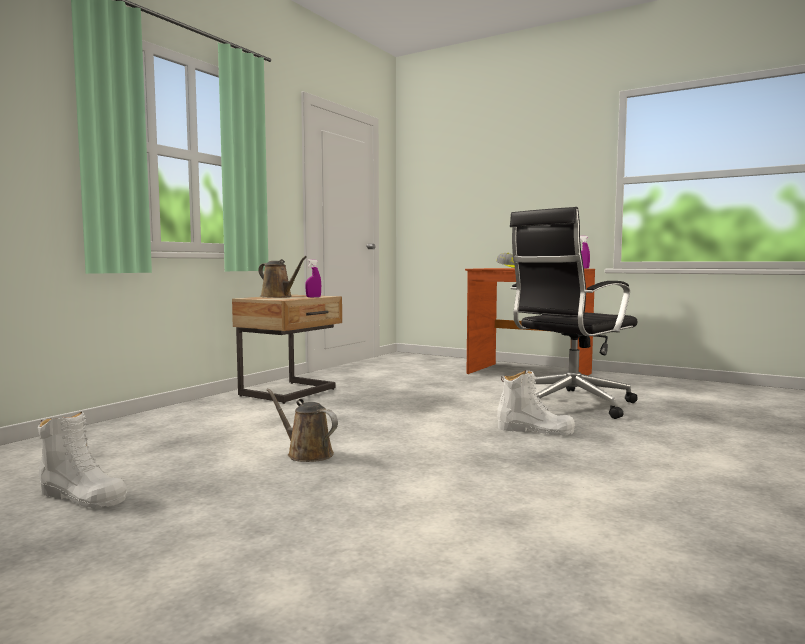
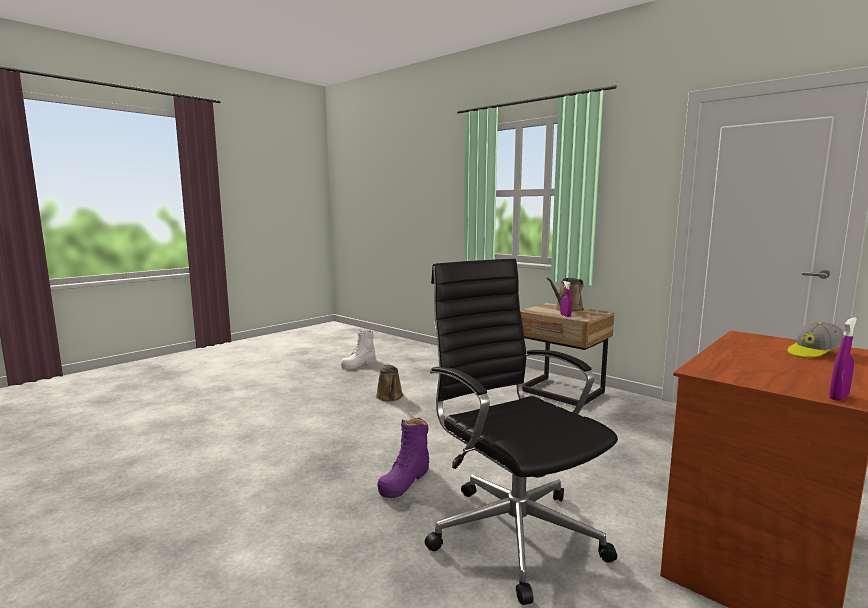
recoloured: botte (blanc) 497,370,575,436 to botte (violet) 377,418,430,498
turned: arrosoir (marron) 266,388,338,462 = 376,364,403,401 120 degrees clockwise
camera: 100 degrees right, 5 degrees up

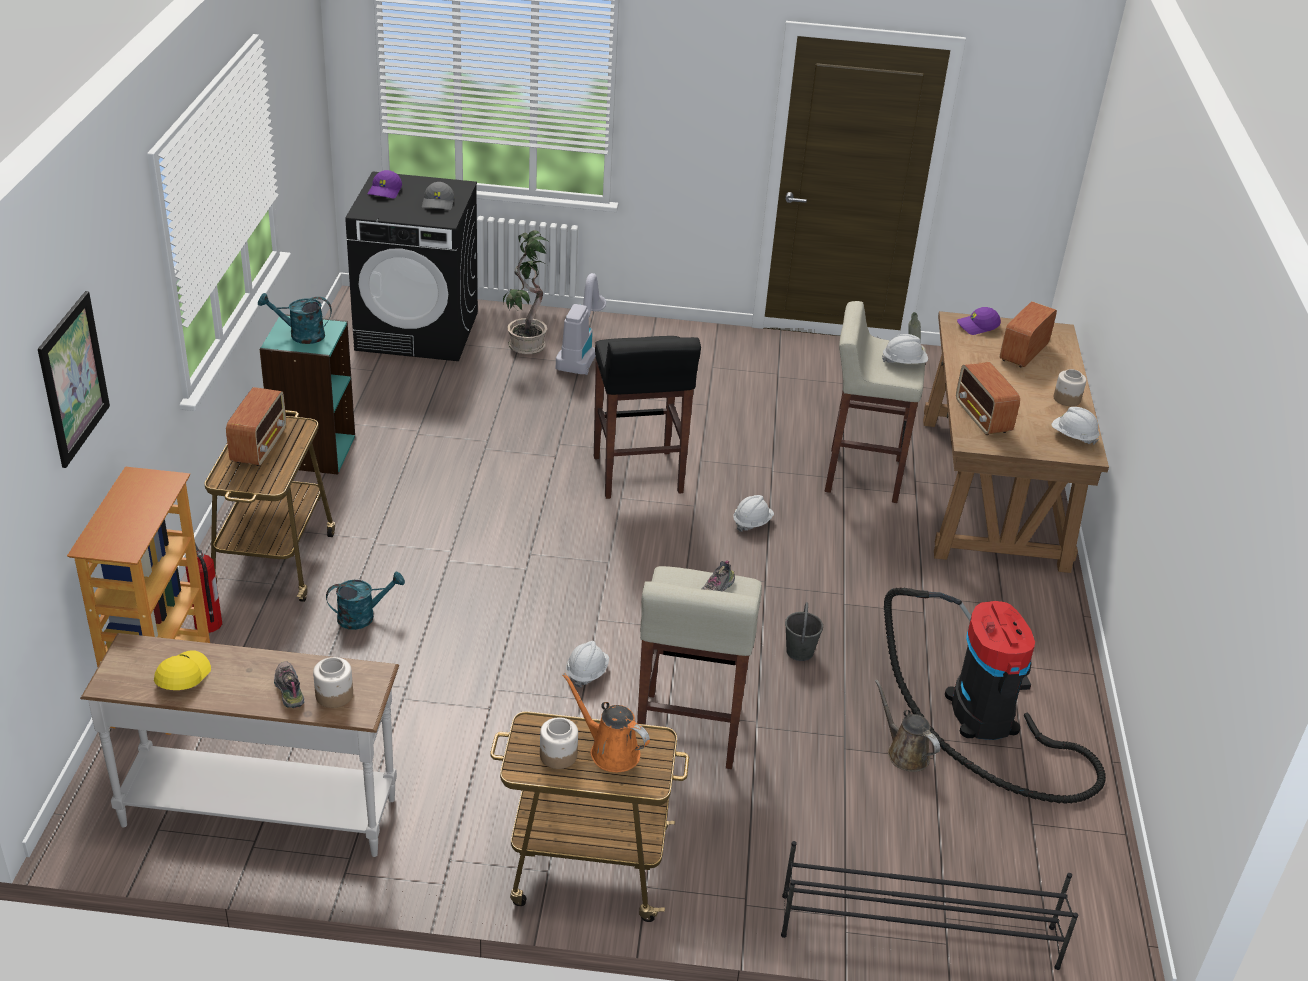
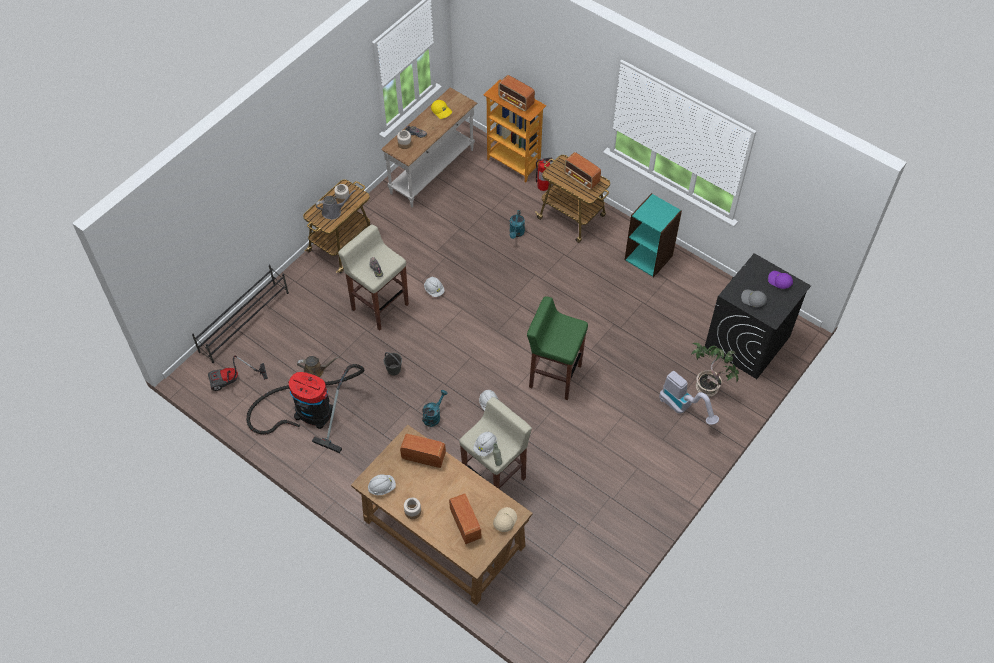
removed: tableau 38,291,110,468
added: aspirateur 208,356,268,391; radio 498,75,535,111
moved: arrosoir (turquoise) 258,293,332,344 to 422,390,448,427
recoloured: arrosoir (orange) 562,673,650,772 to arrosoir (gris) 315,190,356,220; tabouret (noir) 594,336,701,499 to tabouret (vert) 527,296,588,400; casquette (violet) 957,307,1001,335 to casquette (beige) 493,507,517,532
camera: 125 degrees right, 20 degrees up

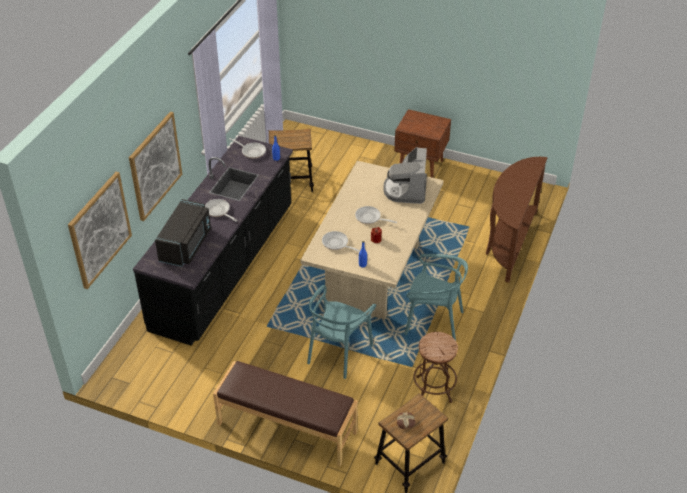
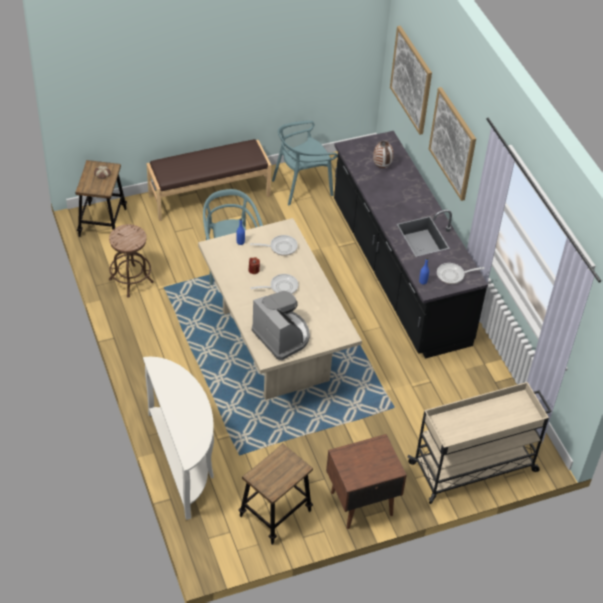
removed: poêle 205,199,237,222
added: chariot (beige) 408,382,552,504
moved: tabouret 269,129,314,192 to 238,443,313,545; chaise (turquoise) 404,254,468,340 to 272,121,338,205
replaced: micro-ondes (noir) 155,199,211,267 to vase 373,140,393,168
recoloured: table console (marron) 486,157,548,282 to table console (blanc) 143,357,214,520
camera: 135 degrees right, 5 degrees up

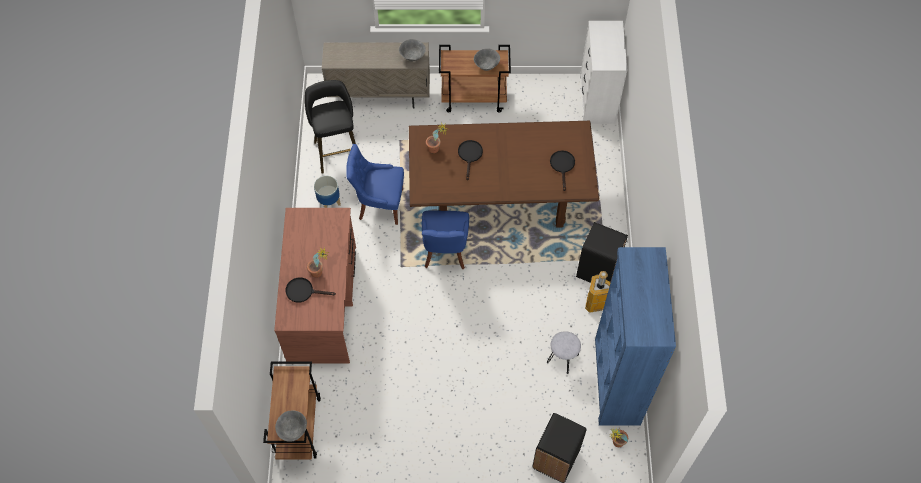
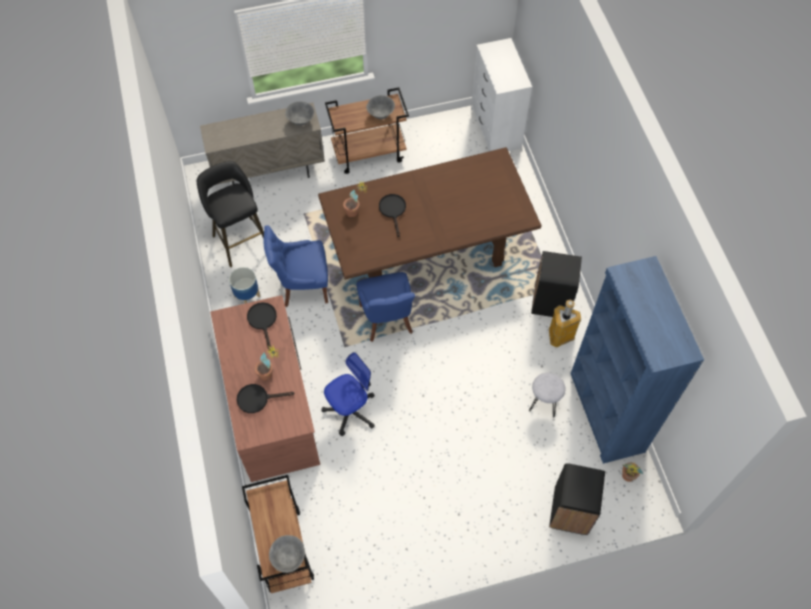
added: chaise de bureau 321,352,375,436
moved: poêle (noir) 550,150,575,191 to 247,302,277,351
camera: 15 degrees left, 0 degrees up

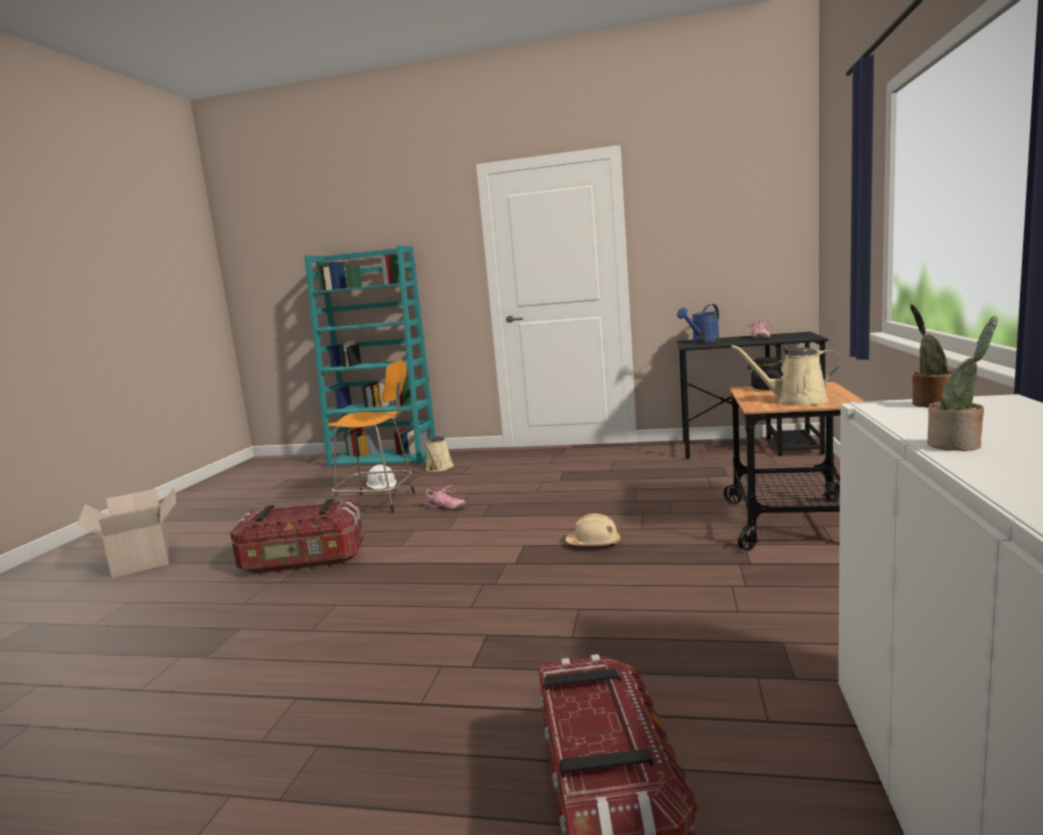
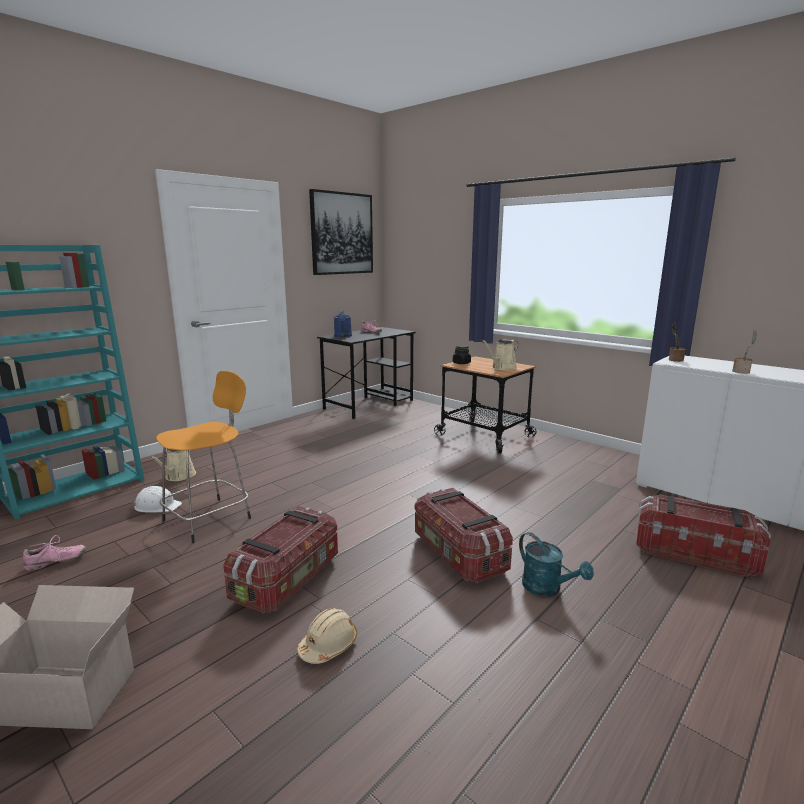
added: tableau 309,189,373,275; boîte de rangement 415,488,513,583; arrosoir (turquoise) 519,532,594,597
moved: chaussure (rose) 425,485,466,511 to 23,535,86,571; casque de chantier (beige) 565,513,621,546 to 297,608,357,664
turned: arrosoir (beige) 423,435,454,472 = 150,449,196,481 60 degrees clockwise
camera: 60 degrees left, 5 degrees up

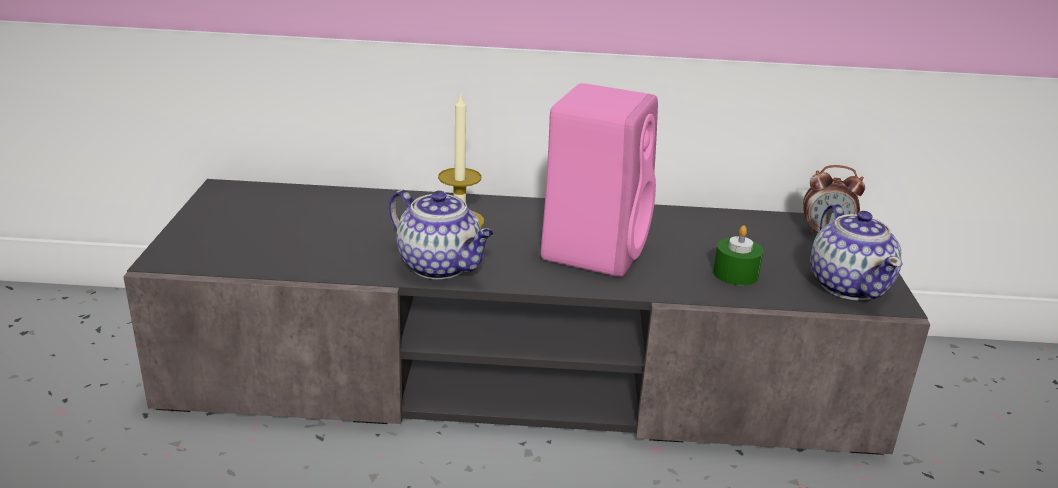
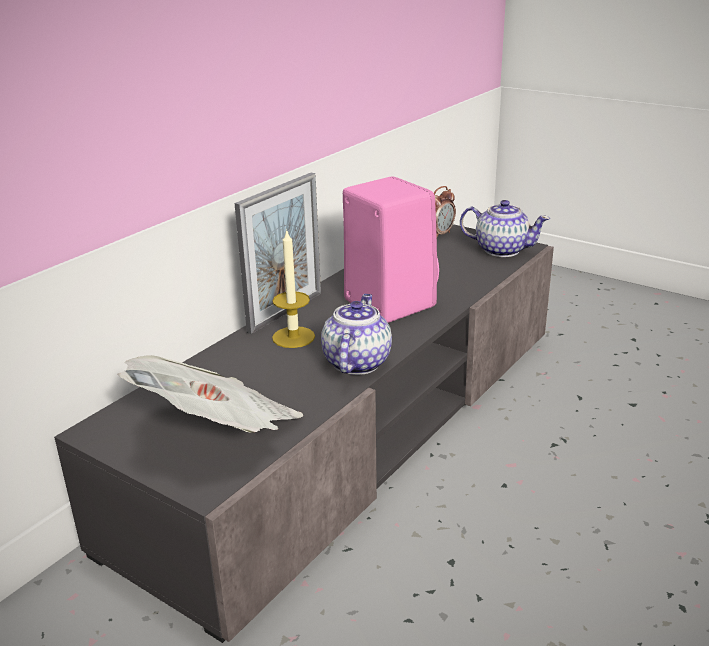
removed: bougie (vert) 713,225,763,285
added: journal 117,355,304,433; cadre photo 235,173,321,334
turned: théière 389,189,494,279 = 321,294,392,375 60 degrees counterclockwise
camera: 55 degrees left, 0 degrees up

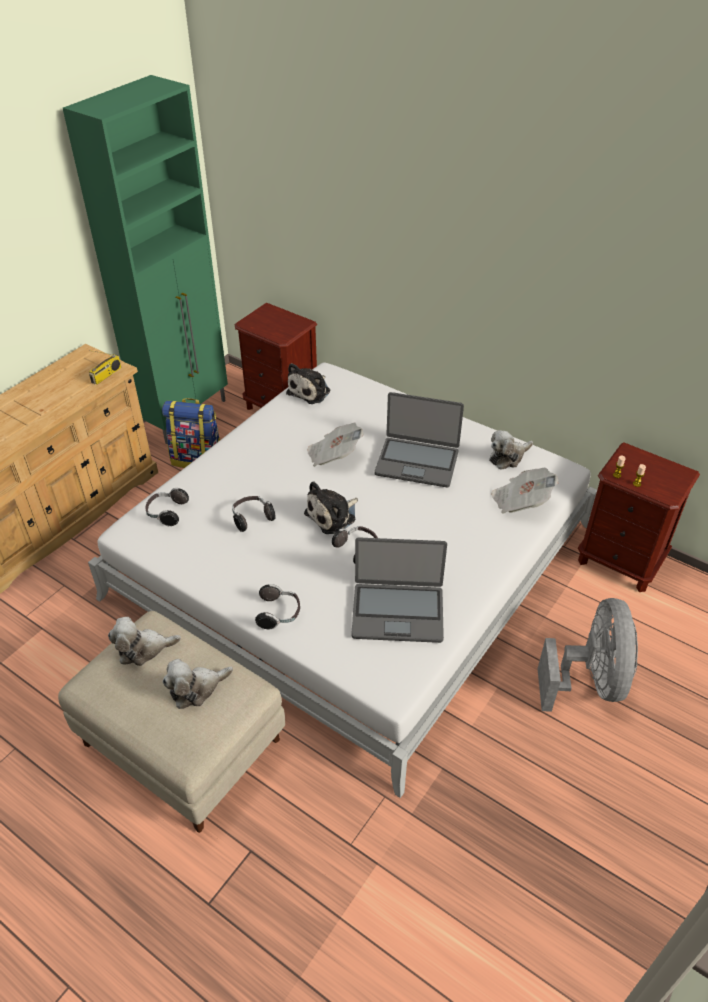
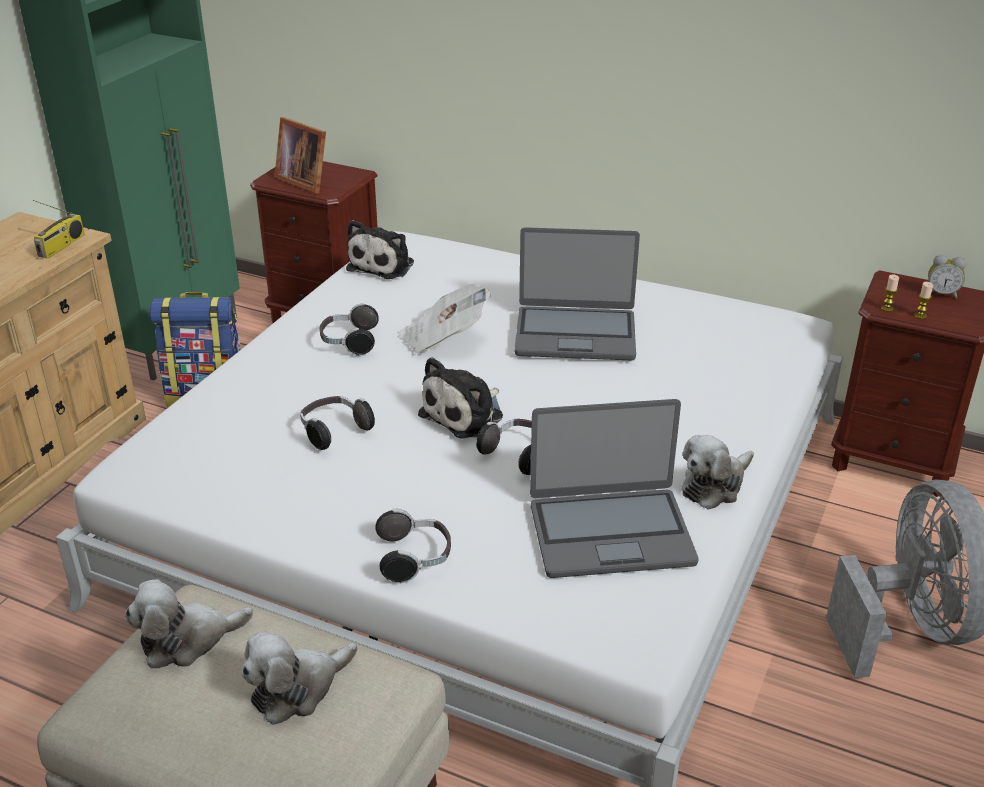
removed: journal 491,468,559,514
added: cadre photo 275,117,326,194; réveil 928,255,966,299
moved: casque audio 146,488,189,527 to 320,303,379,356; peluche 489,430,533,470 to 682,435,754,510
camera: 10 degrees left, 10 degrees down

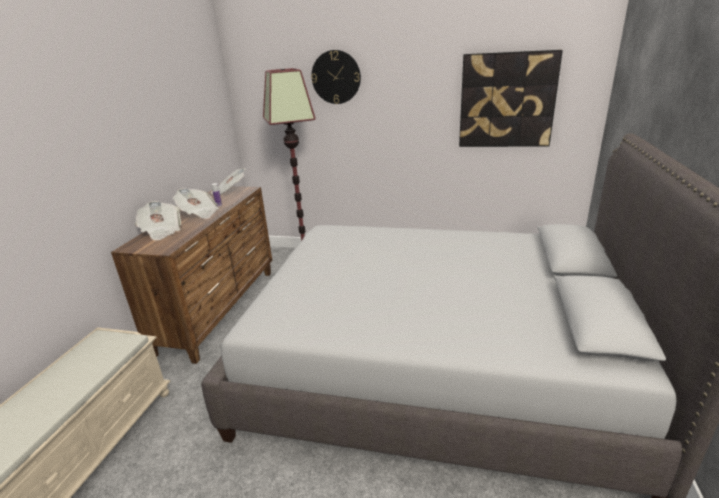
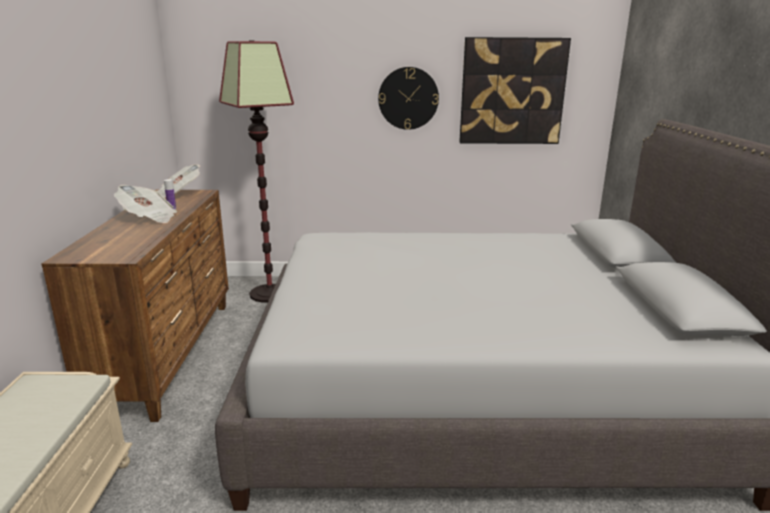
removed: journal 135,201,181,241
moved: horloge murale 311,50,361,104 to 378,67,439,130
camera: 15 degrees left, 5 degrees down

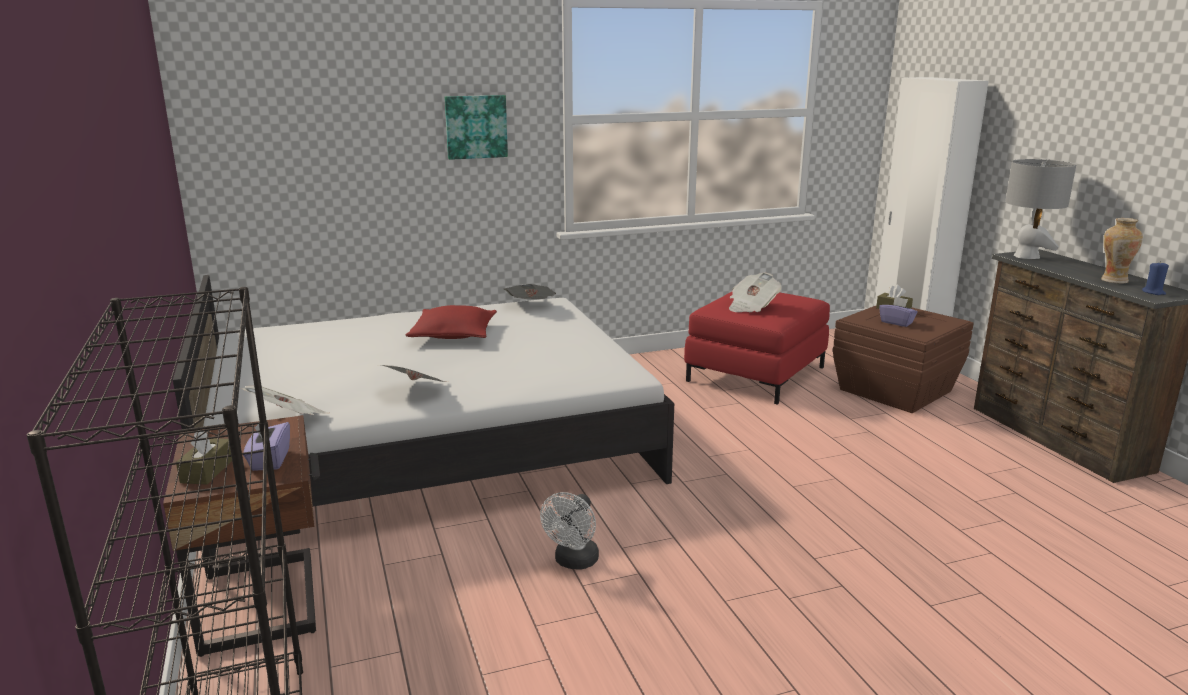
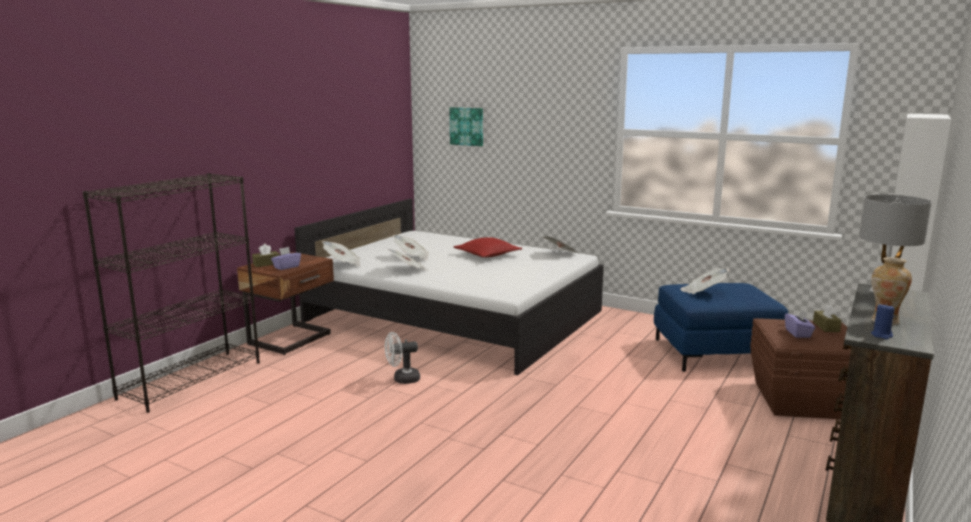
added: journal 393,235,429,260
moved: tableau 444,95,508,160 to 450,107,483,146
recoloured: pouf (rouge) 684,292,830,405 to pouf (bleu) 654,283,788,372
camera: 50 degrees right, 5 degrees down

